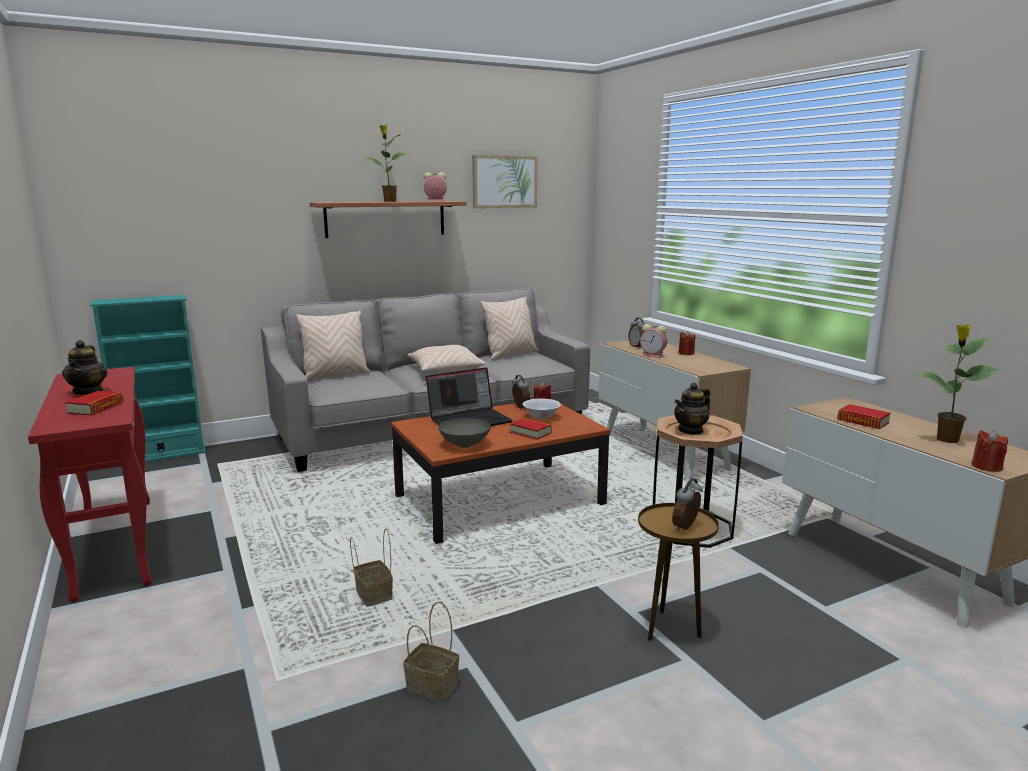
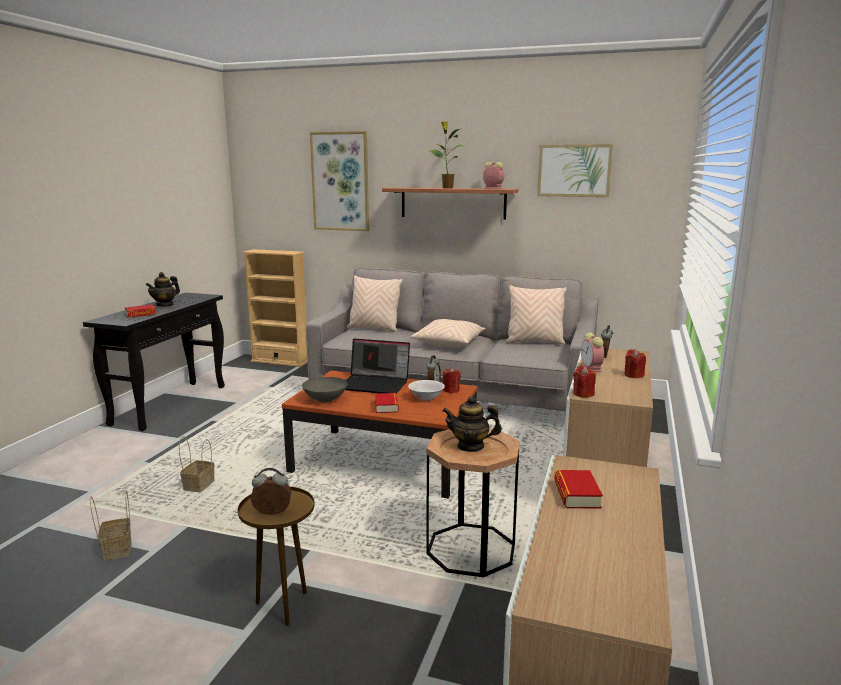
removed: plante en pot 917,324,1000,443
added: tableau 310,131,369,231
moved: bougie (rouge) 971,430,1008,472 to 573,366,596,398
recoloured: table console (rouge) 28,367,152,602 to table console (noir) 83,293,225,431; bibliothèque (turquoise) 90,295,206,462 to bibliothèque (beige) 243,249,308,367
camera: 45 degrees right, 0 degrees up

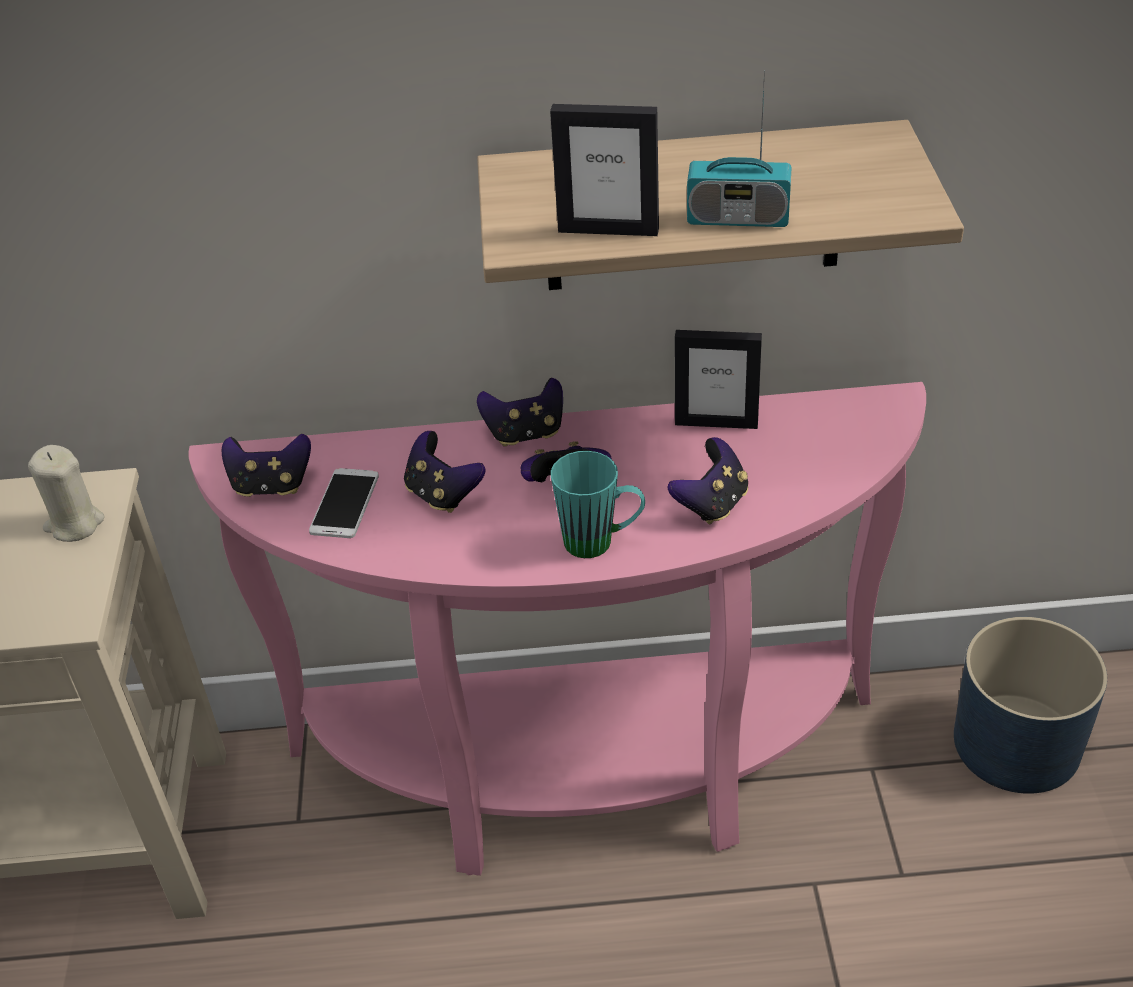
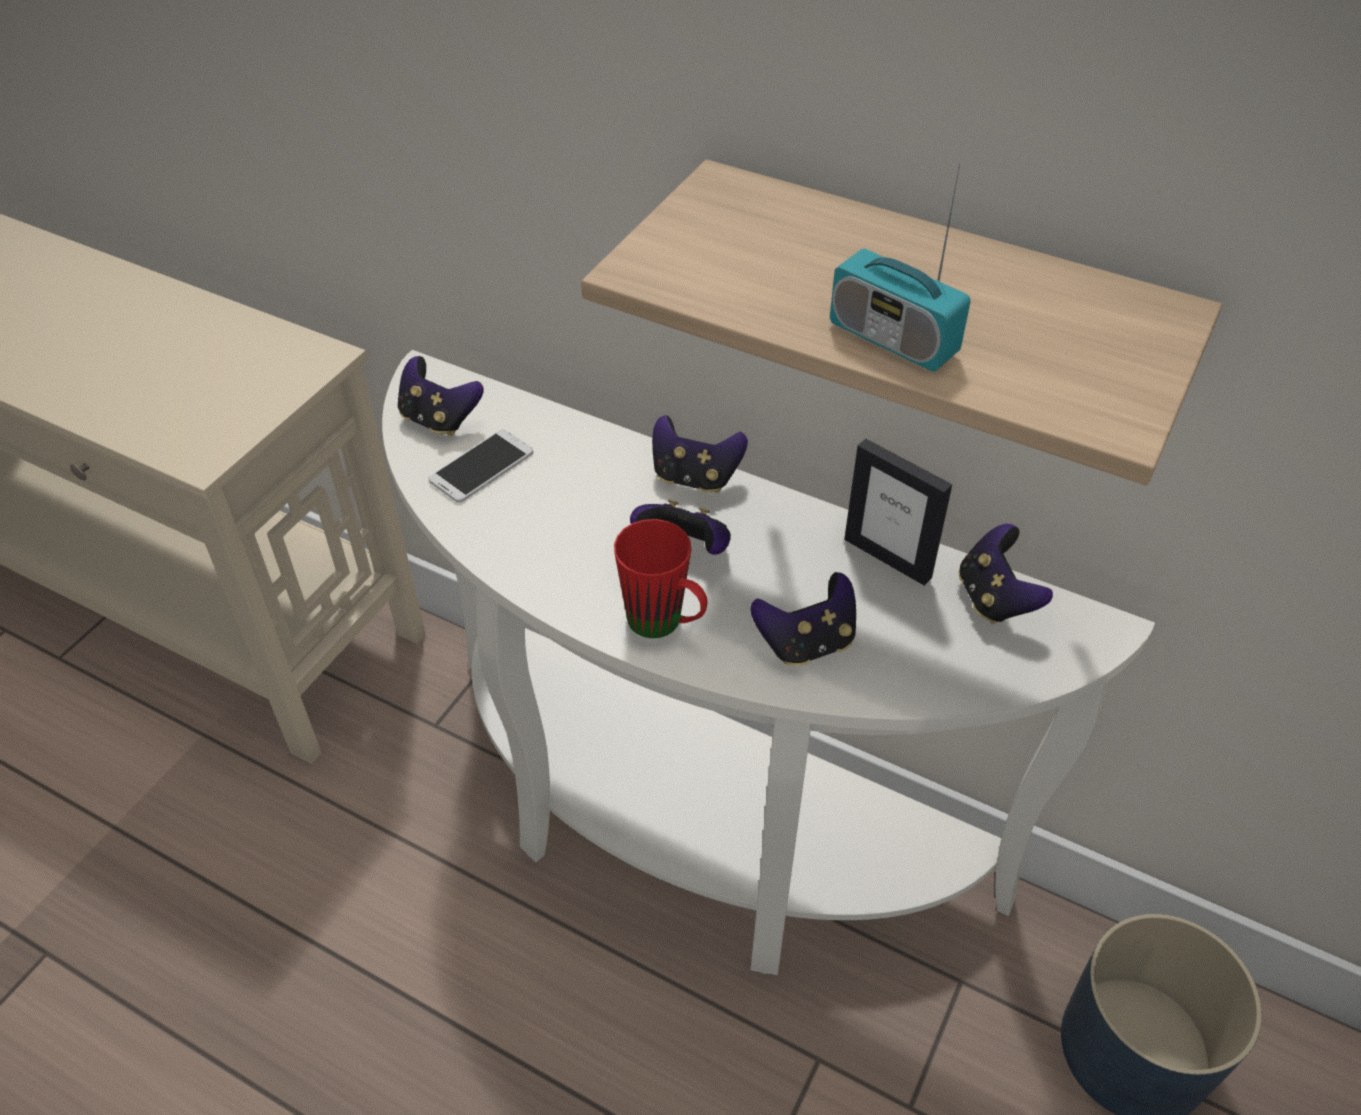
removed: bougie (beige) 28,445,105,542; cadre photo 550,104,659,236
moved: manette 404,431,486,513 to 959,524,1053,624
recoloured: table console (rose) 189,382,926,876 to table console (blanc) 382,350,1155,975; mug (turquoise) 551,451,645,558 to mug (rouge) 614,519,707,638
camera: 30 degrees right, 5 degrees up

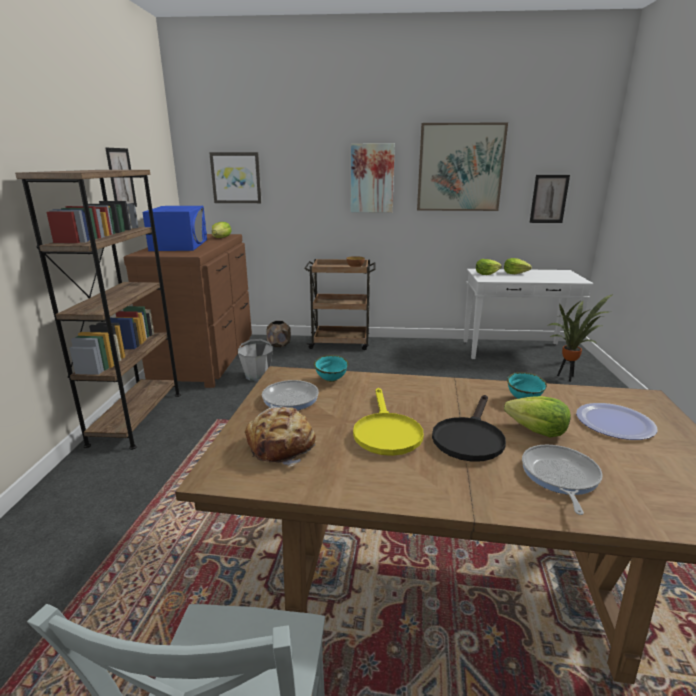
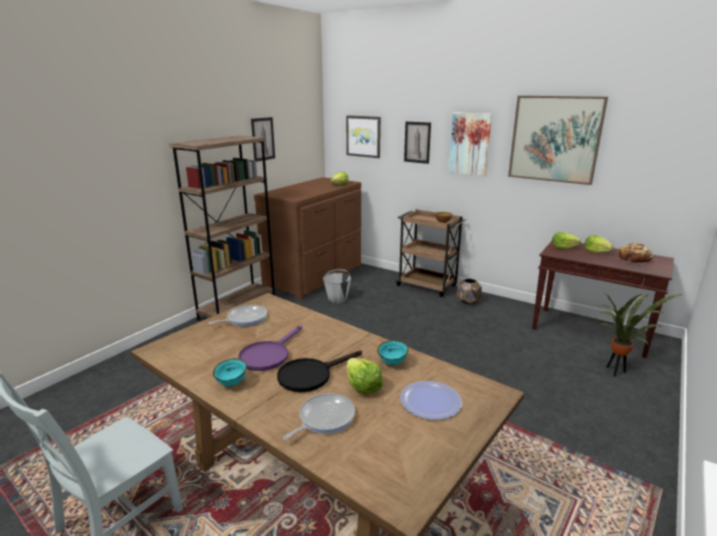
removed: micro-ondes (bleu) 142,206,207,251
moved: pain 245,407,317,467 to 618,243,653,264; cache-pot (marron) 266,321,291,347 to 457,278,482,304; bol (turquoise) 314,355,349,382 to 213,358,247,386; tableau 530,175,570,223 to 404,122,431,164
recoloured: poêle (jaune) 353,388,424,456 to poêle (violet) 238,325,302,371; table console (blanc) 463,269,594,360 to table console (marron) 532,241,674,358
camera: 30 degrees right, 0 degrees up

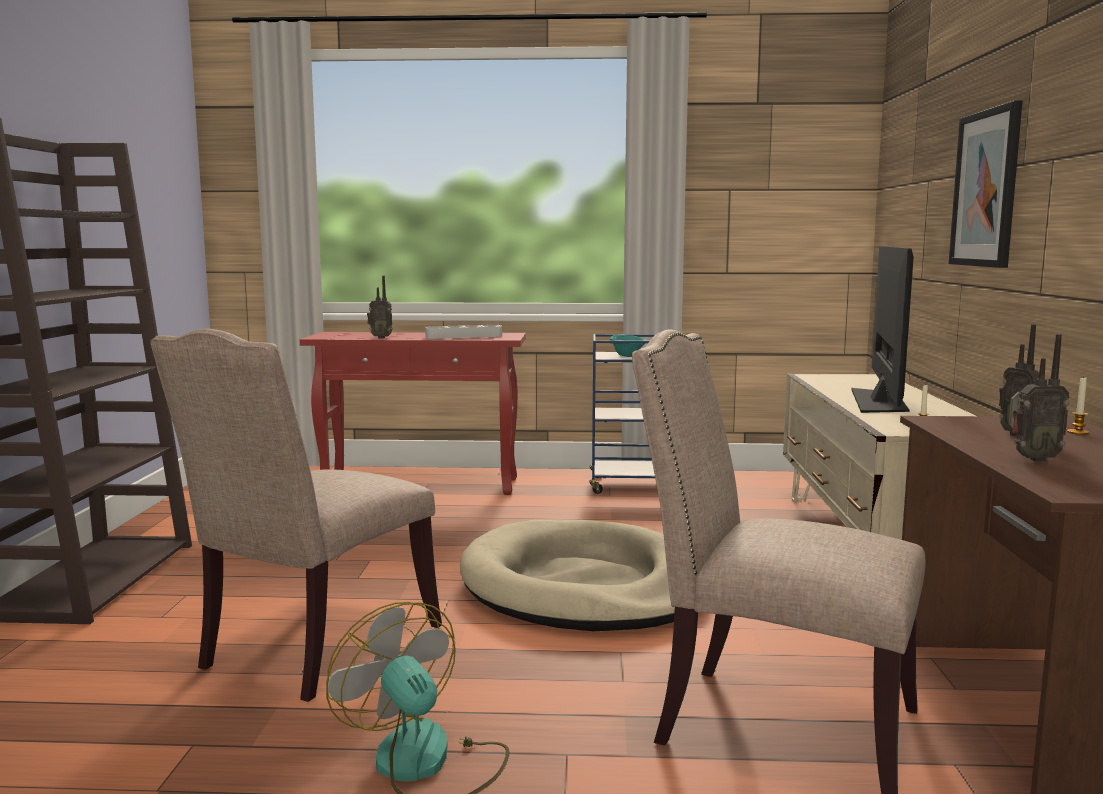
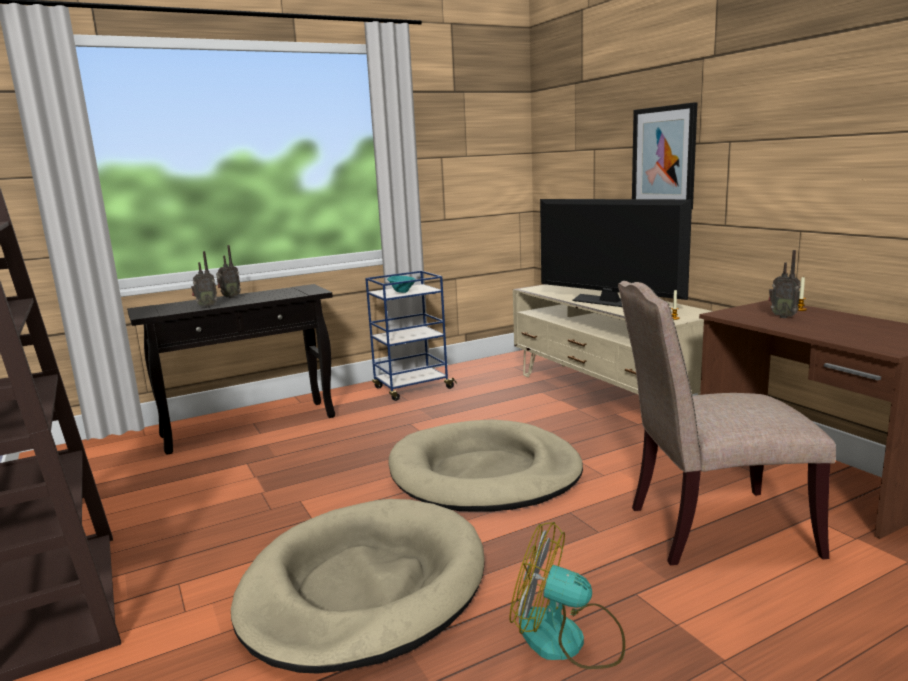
removed: plateau (gris) 425,325,502,339
moved: radio 1008,334,1070,462 to 216,245,241,298
replaced: chaise (beige) 150,329,442,702 to panier pour chien (beige) 231,499,485,674
recoloured: table console (rouge) 300,332,526,495 to table console (noir) 127,284,335,455
turned: téléviseur 851,246,914,413 = 540,199,692,307 150 degrees clockwise
camera: 30 degrees left, 5 degrees up

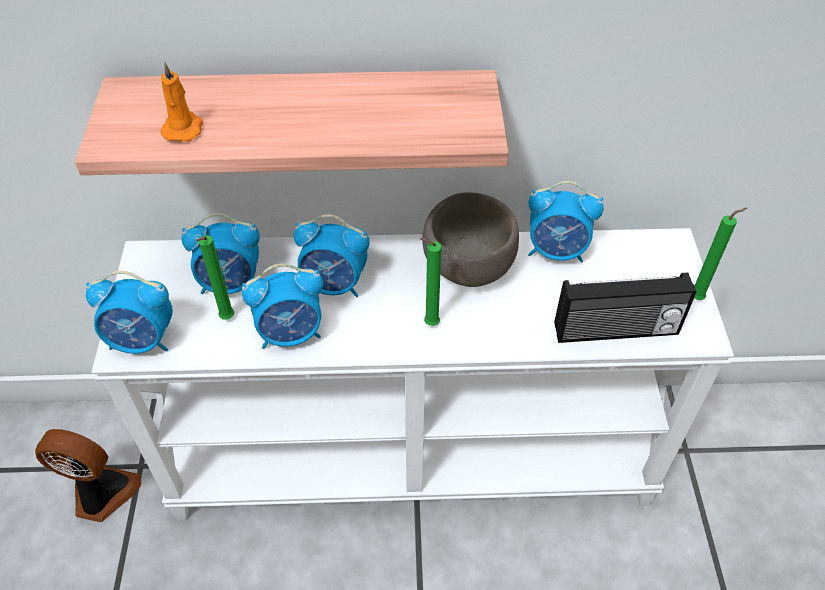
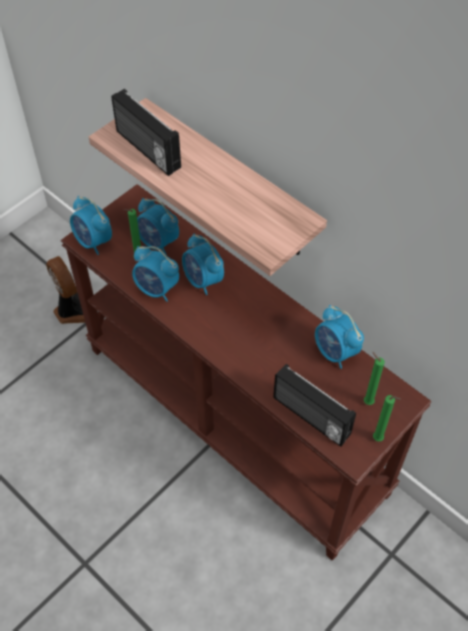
removed: bol (marron) 422,192,519,287
moved: bougie (vert) 420,238,442,326 to 364,352,385,405
replaced: bougie (orange) 160,62,203,142 to radio 111,89,181,176
recoloured: table console (blanc) 91,228,734,520 to table console (marron) 61,184,432,561
camera: 45 degrees right, 5 degrees up

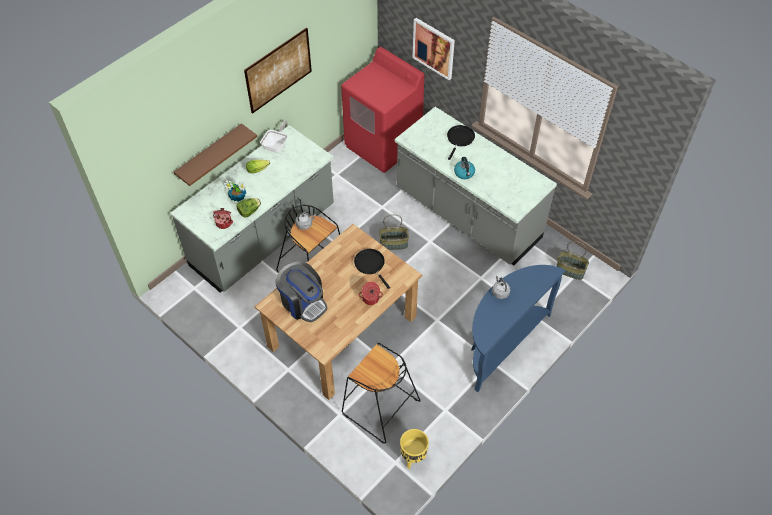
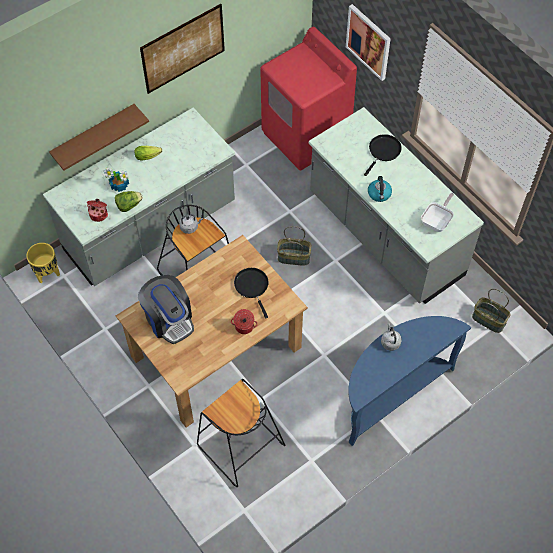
moved: poêle 260,121,288,153 to 421,193,454,232; cache-pot (jaune) 400,429,429,469 to 26,243,60,283
camera: 10 degrees right, 5 degrees up

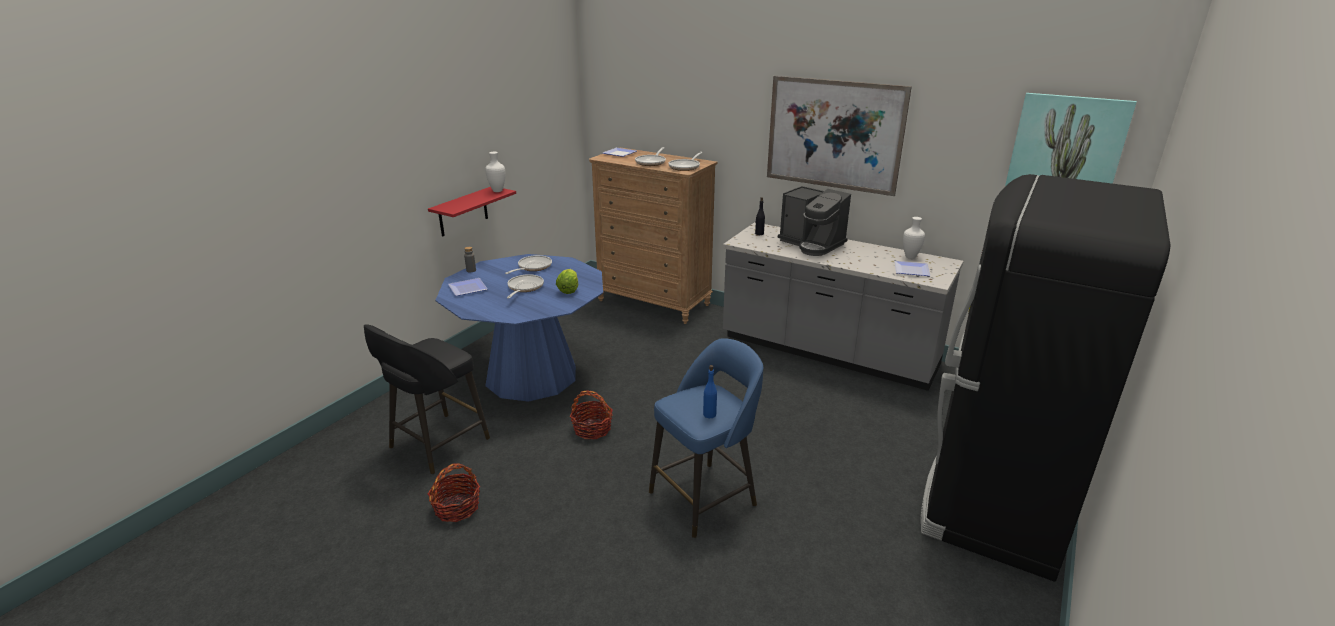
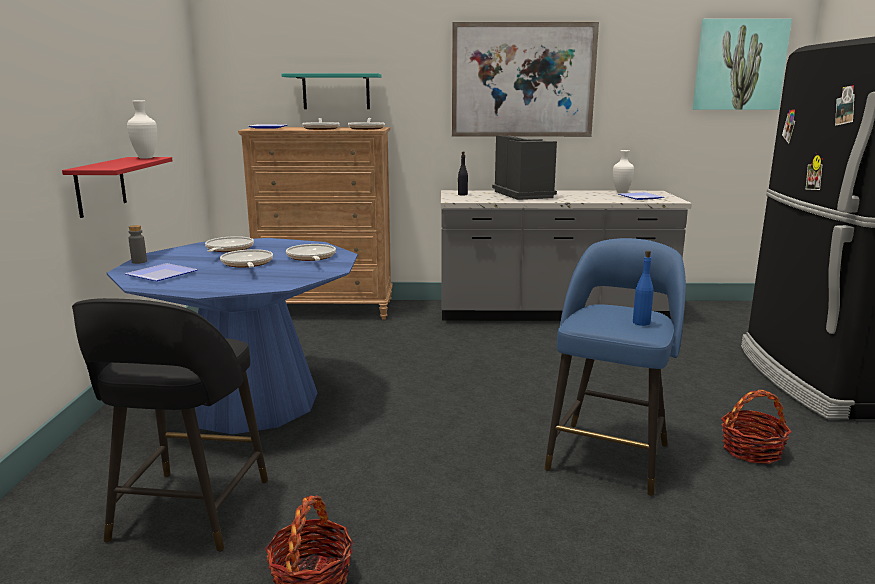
added: étagère (turquoise) 281,73,382,109
moved: panier 570,390,613,439 to 721,390,791,464
replaced: laitue 556,269,578,294 to poêle 286,244,336,261
turned: machine à café 778,186,851,256 = 492,135,557,200 120 degrees counterclockwise
camera: 30 degrees left, 10 degrees down

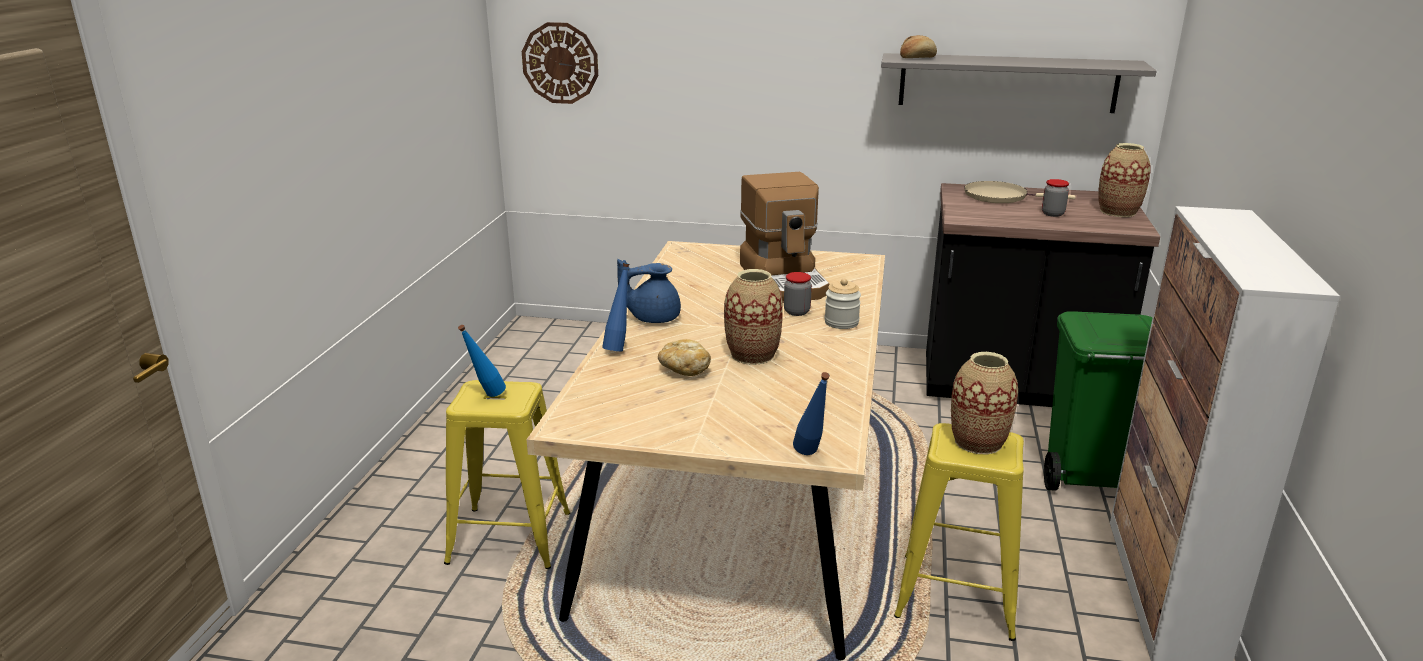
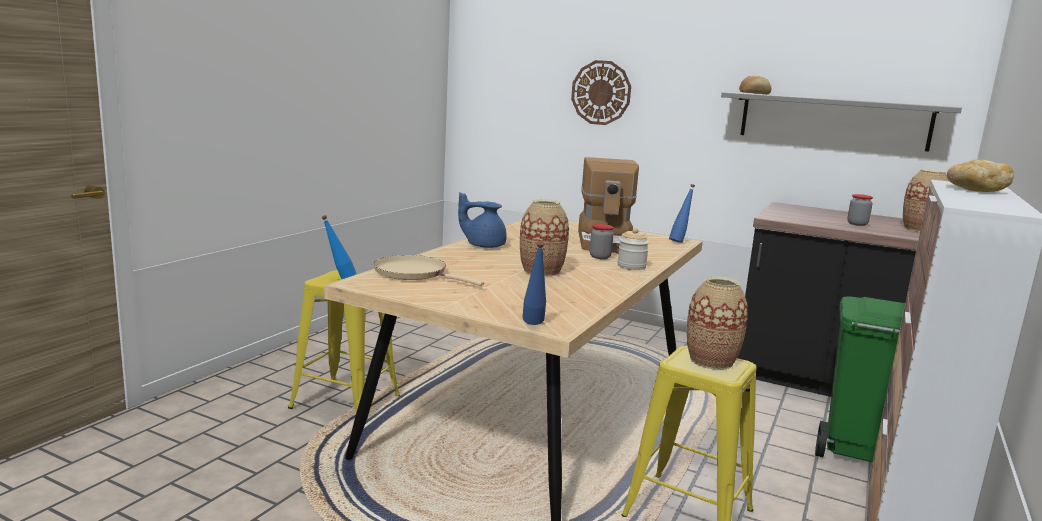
moved: horloge murale 522,22,598,104 to 571,60,631,125; bouteille (bleu) 602,263,629,351 to 669,184,695,243; pain 658,339,711,376 to 947,159,1014,192; poêle (beige) 964,181,1076,203 to 373,255,484,286
camera: 15 degrees right, 10 degrees down

